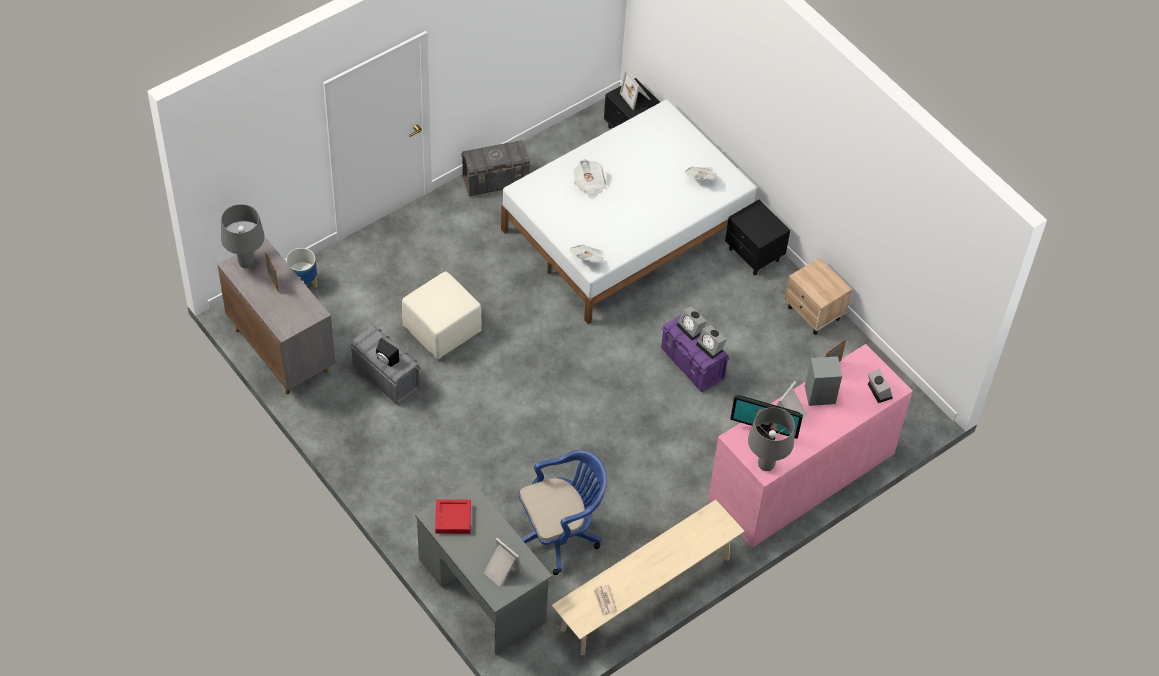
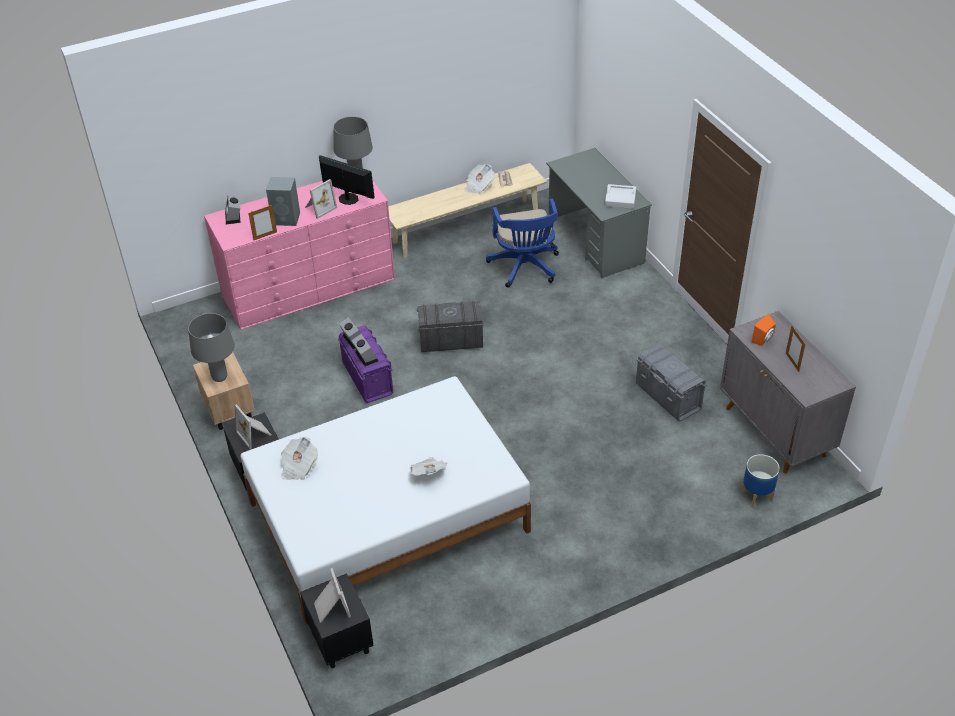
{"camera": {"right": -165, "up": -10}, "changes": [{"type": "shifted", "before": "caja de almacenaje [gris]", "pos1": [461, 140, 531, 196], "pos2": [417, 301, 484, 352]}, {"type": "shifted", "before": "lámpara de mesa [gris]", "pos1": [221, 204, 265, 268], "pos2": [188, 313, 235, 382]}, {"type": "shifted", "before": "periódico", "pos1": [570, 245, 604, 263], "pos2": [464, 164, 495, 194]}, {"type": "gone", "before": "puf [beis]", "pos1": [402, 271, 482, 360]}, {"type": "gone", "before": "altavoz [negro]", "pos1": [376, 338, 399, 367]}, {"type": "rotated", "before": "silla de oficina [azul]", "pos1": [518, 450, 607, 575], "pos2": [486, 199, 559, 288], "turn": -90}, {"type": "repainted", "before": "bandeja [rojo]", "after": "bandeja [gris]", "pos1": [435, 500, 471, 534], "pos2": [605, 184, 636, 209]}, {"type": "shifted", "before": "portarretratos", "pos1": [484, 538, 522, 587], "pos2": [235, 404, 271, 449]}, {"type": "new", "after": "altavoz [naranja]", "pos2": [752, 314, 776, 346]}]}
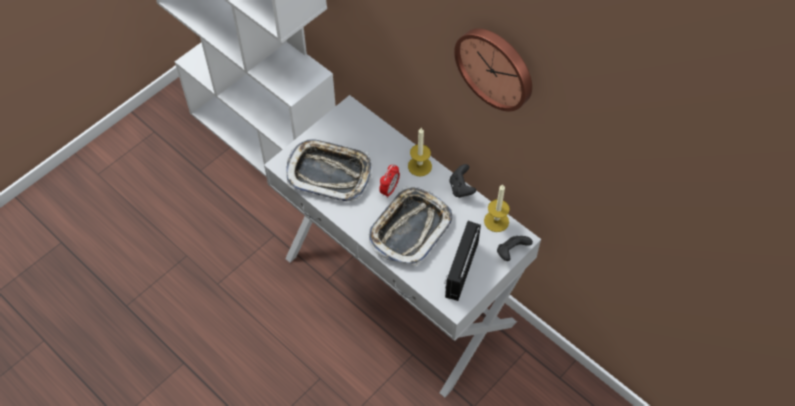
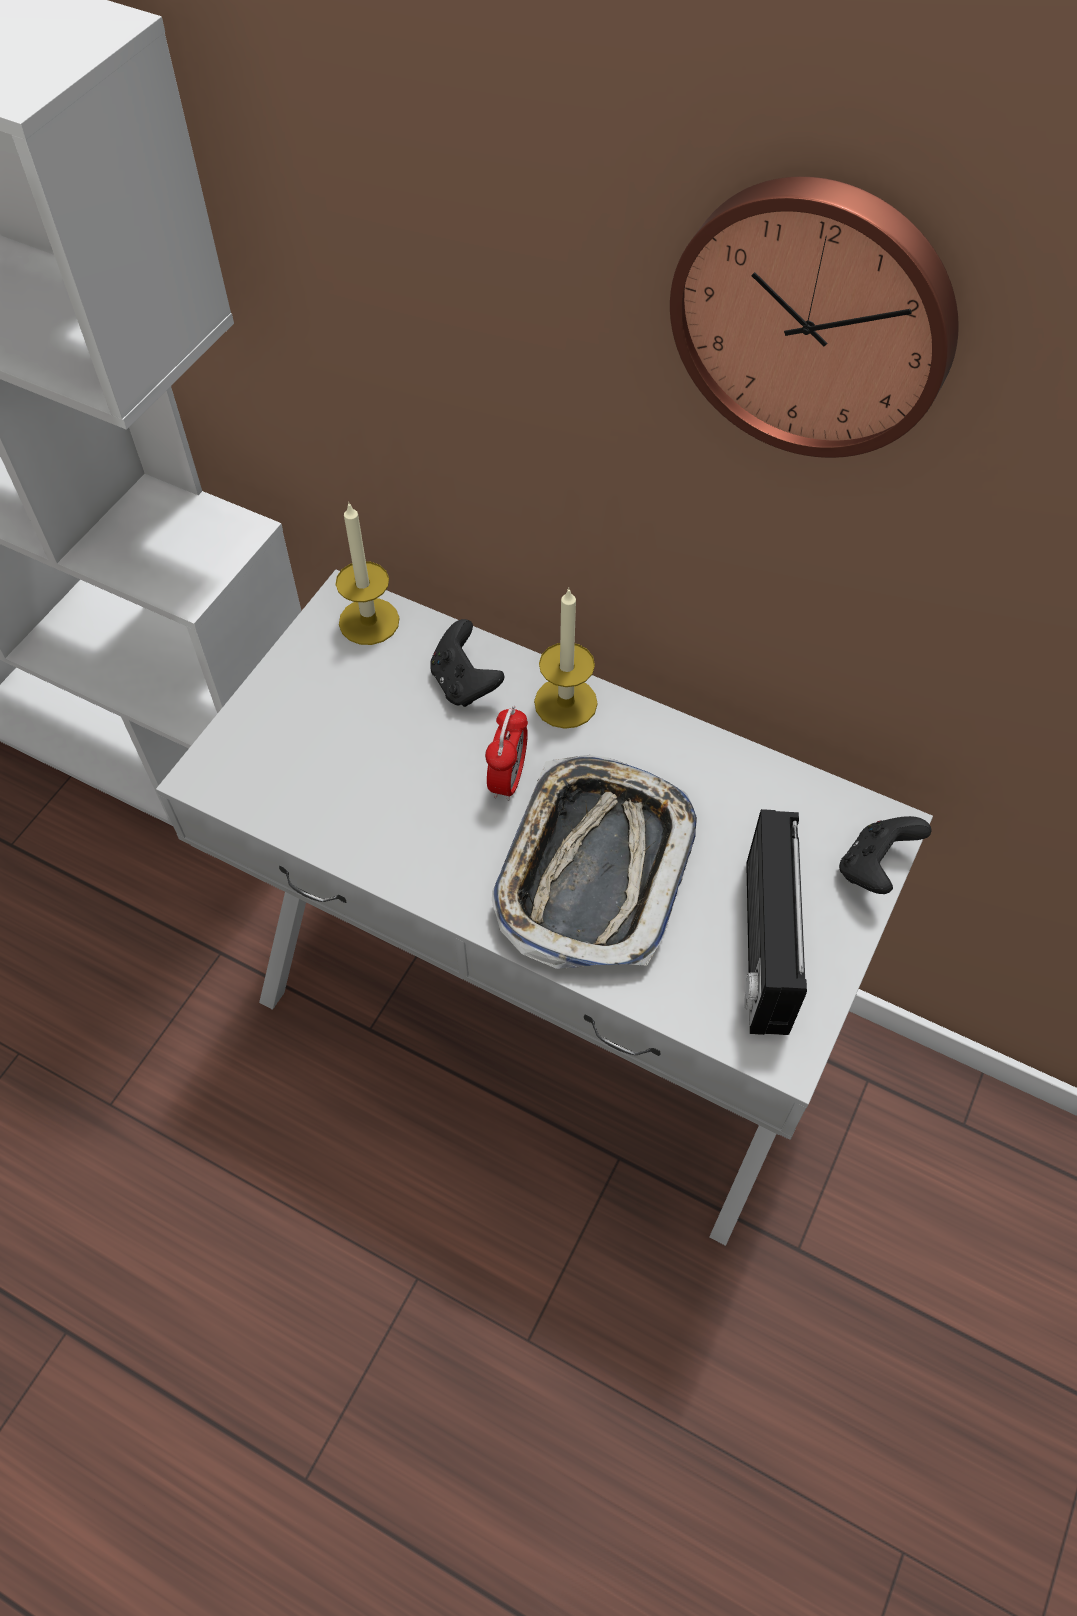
{"camera": {"right": -15, "up": 0}, "changes": [{"type": "gone", "before": "bandeja", "pos1": [286, 139, 372, 201]}, {"type": "shifted", "before": "mando de consola [negro]", "pos1": [450, 164, 476, 198], "pos2": [430, 619, 504, 707]}, {"type": "shifted", "before": "vela", "pos1": [484, 185, 510, 232], "pos2": [336, 502, 399, 645]}]}
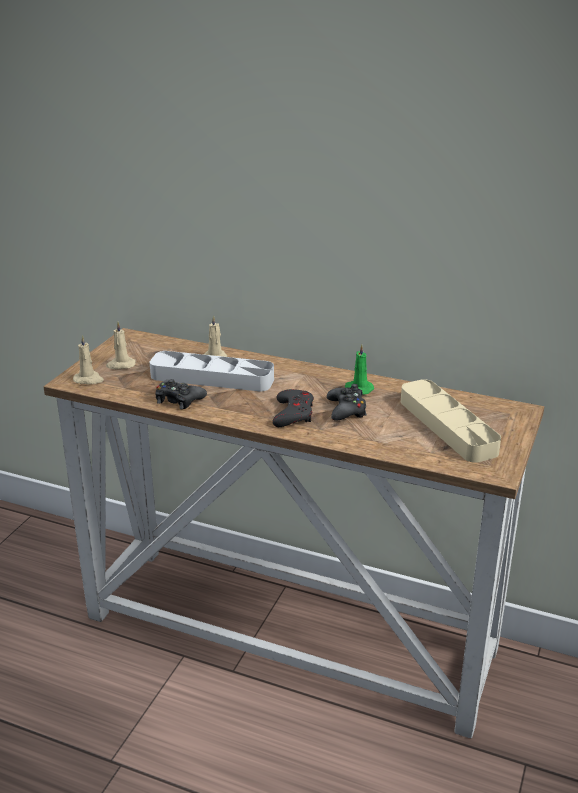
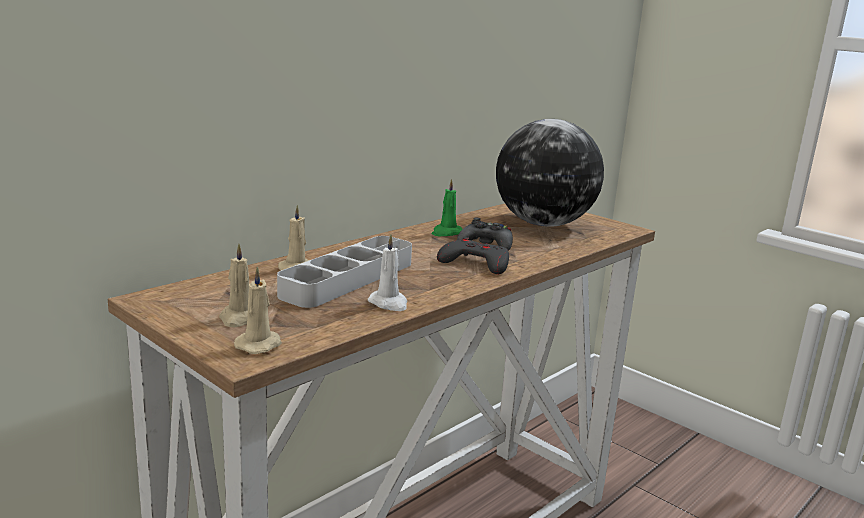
{"camera": {"right": -70, "up": -10}, "changes": [{"type": "swapped", "before": "mando de consola [negro]", "after": "vela [blanco]", "pos1": [156, 379, 207, 409], "pos2": [368, 235, 407, 311]}, {"type": "swapped", "before": "bandeja [beis]", "after": "globo terráqueo", "pos1": [401, 379, 501, 463], "pos2": [496, 119, 604, 226]}]}
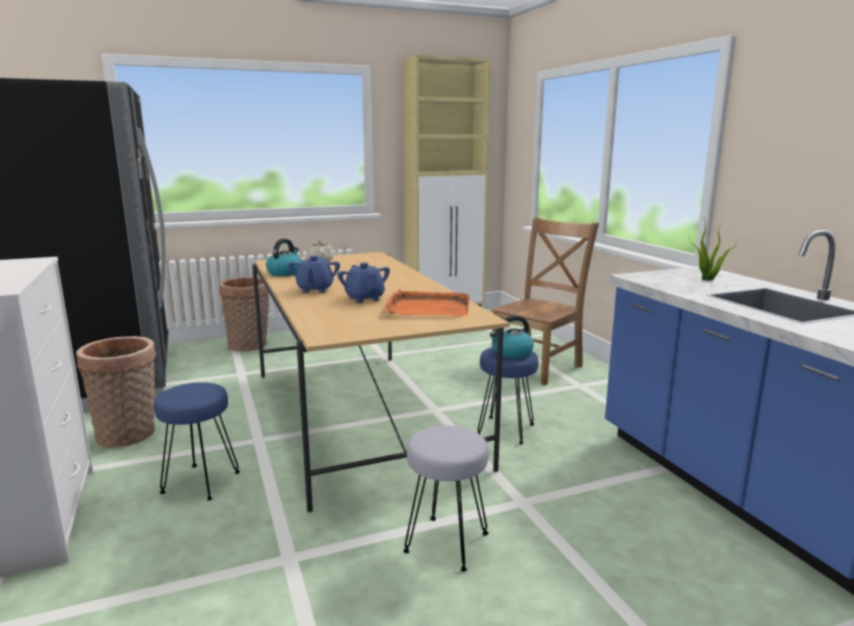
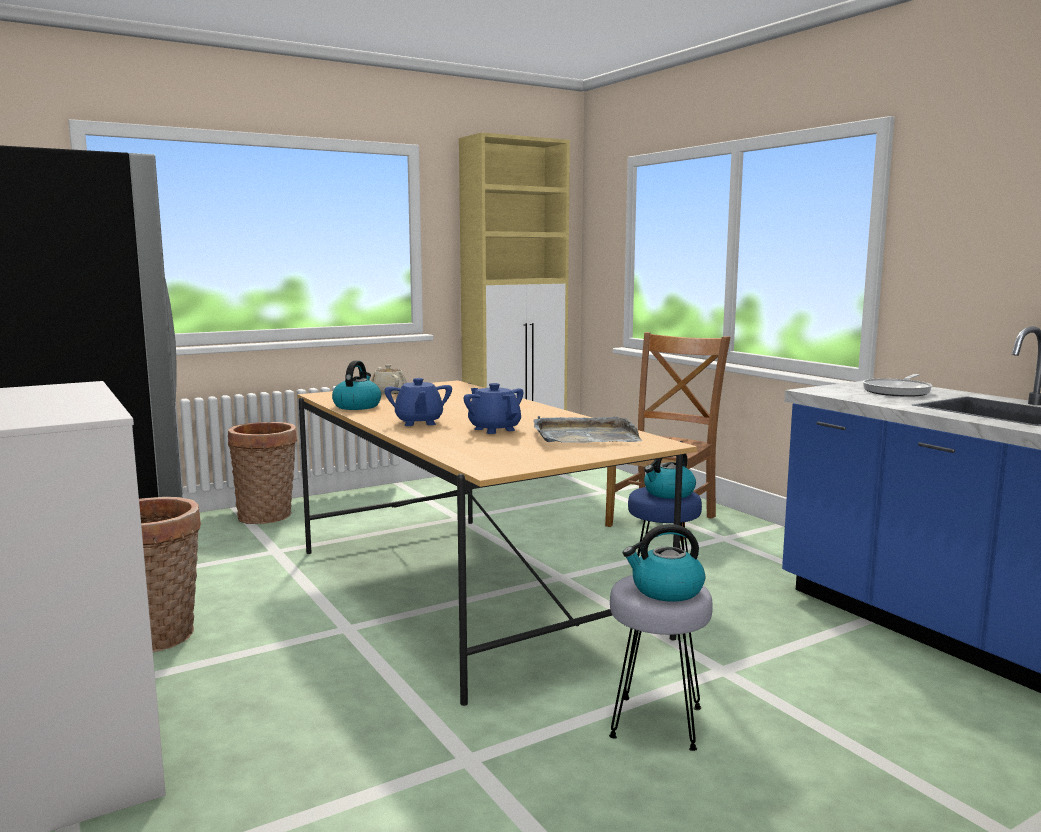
{"camera": {"right": -10, "up": -5}, "changes": [{"type": "swapped", "before": "planta en maceta", "after": "sartén", "pos1": [689, 217, 737, 281], "pos2": [863, 374, 932, 397]}, {"type": "repainted", "before": "bandeja [naranja]", "after": "bandeja [gris]", "pos1": [385, 289, 470, 316], "pos2": [533, 416, 643, 443]}, {"type": "gone", "before": "taburete [azul]", "pos1": [154, 382, 240, 501]}, {"type": "new", "after": "hervidor", "pos2": [623, 524, 705, 602]}]}
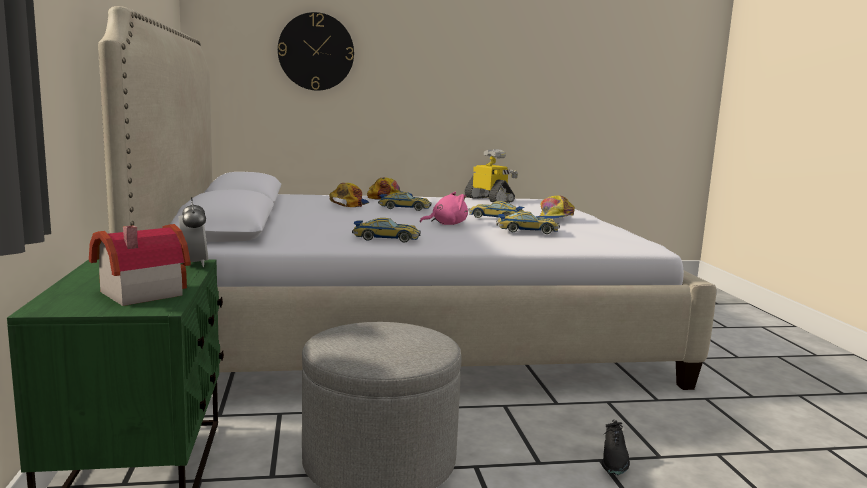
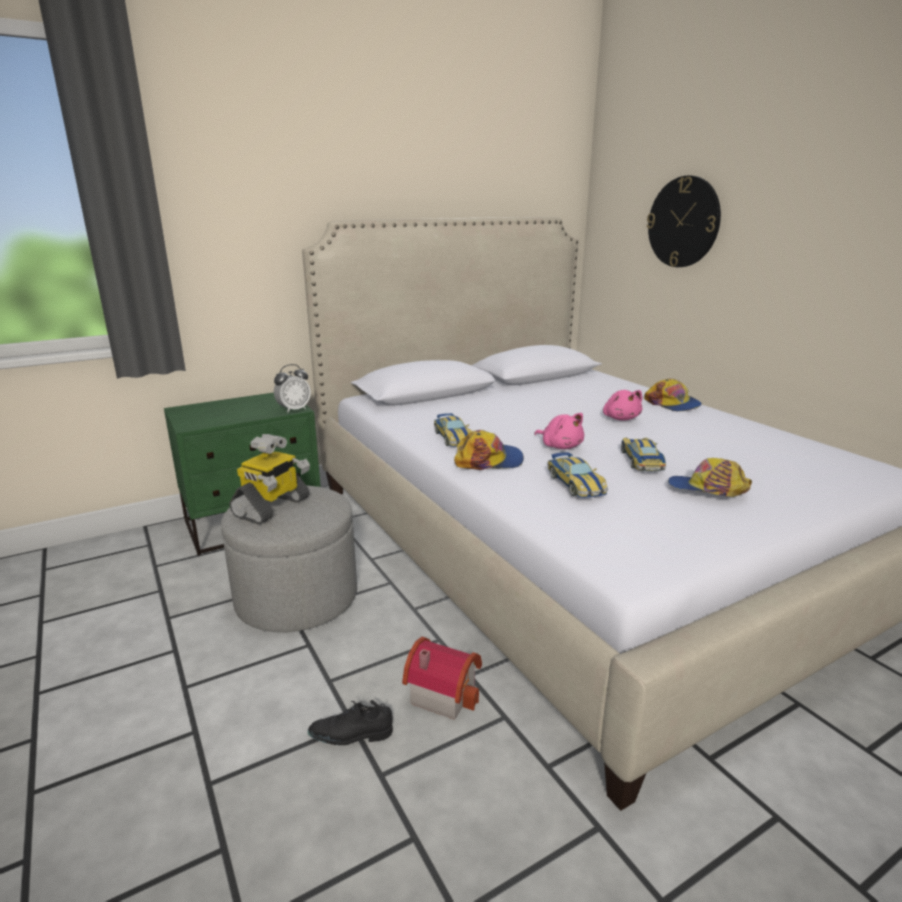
{"camera": {"right": 70, "up": 10}, "changes": [{"type": "shifted", "before": "robot de juguete", "pos1": [464, 149, 518, 203], "pos2": [229, 434, 310, 524]}, {"type": "shifted", "before": "gorra", "pos1": [329, 183, 369, 207], "pos2": [454, 430, 524, 470]}, {"type": "swapped", "before": "coche de juguete", "after": "peluche [rosa]", "pos1": [378, 192, 431, 211], "pos2": [603, 390, 642, 421]}, {"type": "shifted", "before": "casita", "pos1": [89, 224, 191, 306], "pos2": [402, 637, 482, 720]}]}
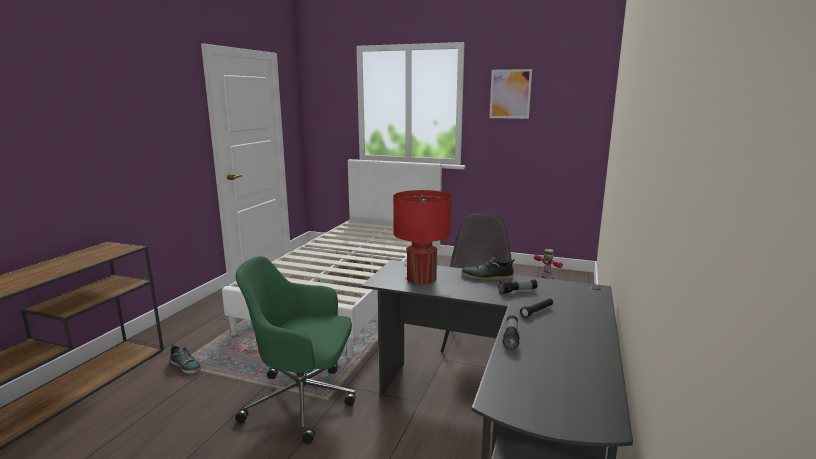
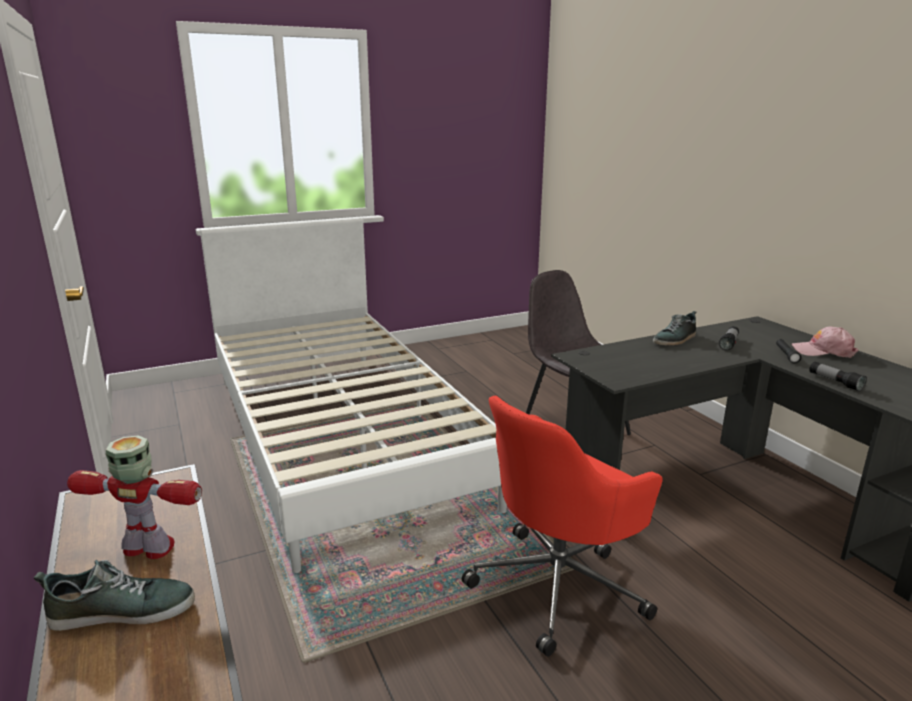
{"camera": {"right": -45, "up": 5}, "changes": [{"type": "gone", "before": "cuadro", "pos1": [490, 69, 532, 119]}, {"type": "gone", "before": "lámpara de mesa [rojo]", "pos1": [393, 190, 452, 284]}, {"type": "shifted", "before": "robot de juguete", "pos1": [534, 249, 563, 279], "pos2": [67, 435, 202, 559]}, {"type": "repainted", "before": "silla de oficina [verde]", "after": "silla de oficina [rojo]", "pos1": [235, 256, 356, 444], "pos2": [462, 396, 663, 657]}, {"type": "shifted", "before": "zapato", "pos1": [170, 344, 201, 374], "pos2": [34, 560, 195, 631]}, {"type": "new", "after": "gorra [rosa]", "pos2": [792, 327, 859, 358]}]}
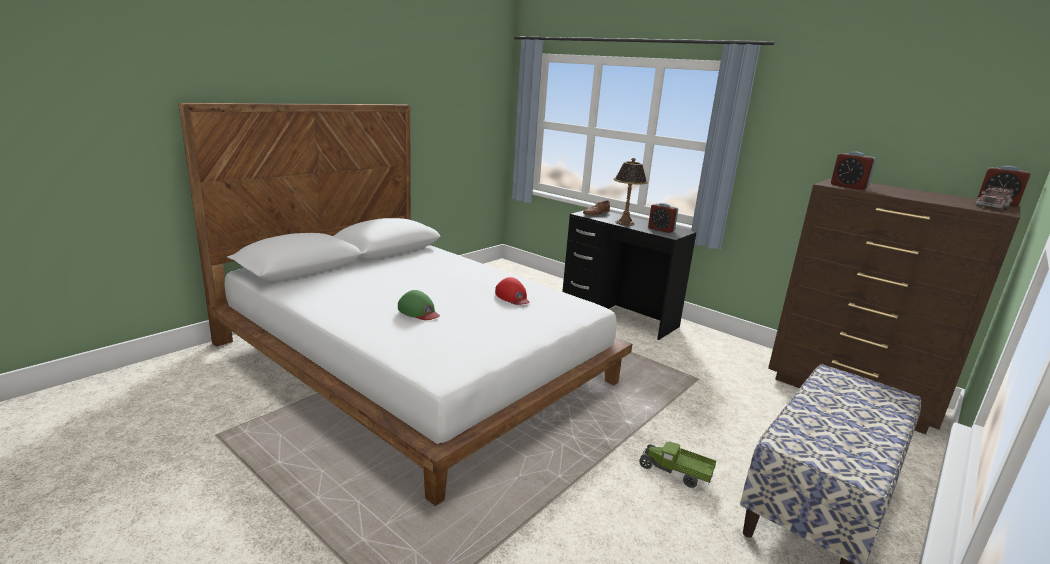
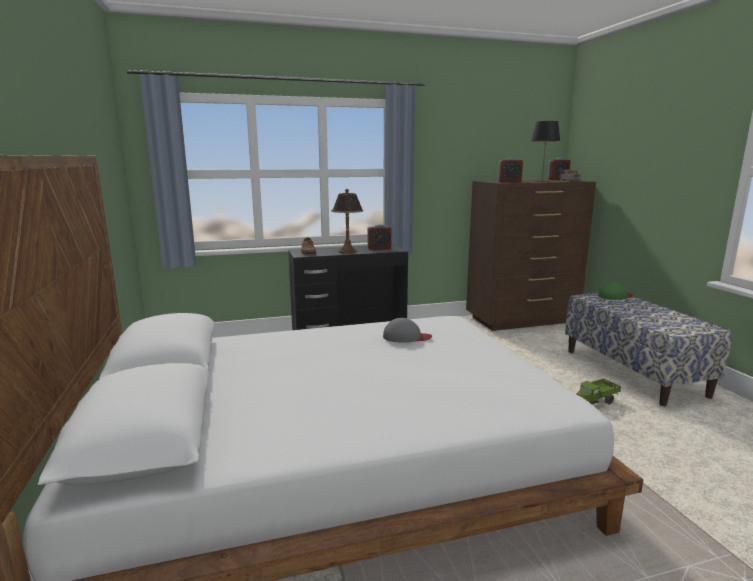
{"camera": {"right": -55, "up": -5}, "changes": [{"type": "repainted", "before": "gorra [rojo]", "after": "gorra [gris]", "pos1": [495, 277, 530, 305], "pos2": [383, 318, 432, 343]}, {"type": "shifted", "before": "gorra [verde]", "pos1": [398, 290, 440, 320], "pos2": [598, 282, 633, 300]}, {"type": "new", "after": "lámpara de mesa [negro]", "pos2": [531, 121, 560, 182]}]}
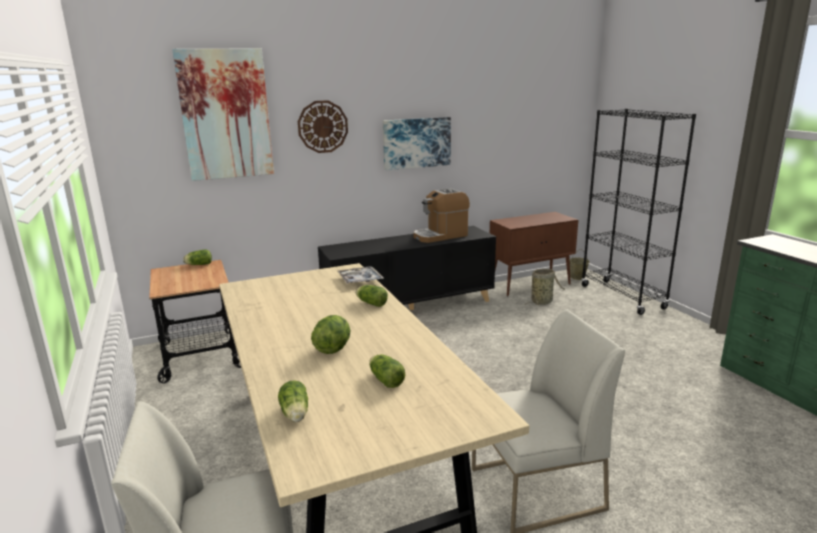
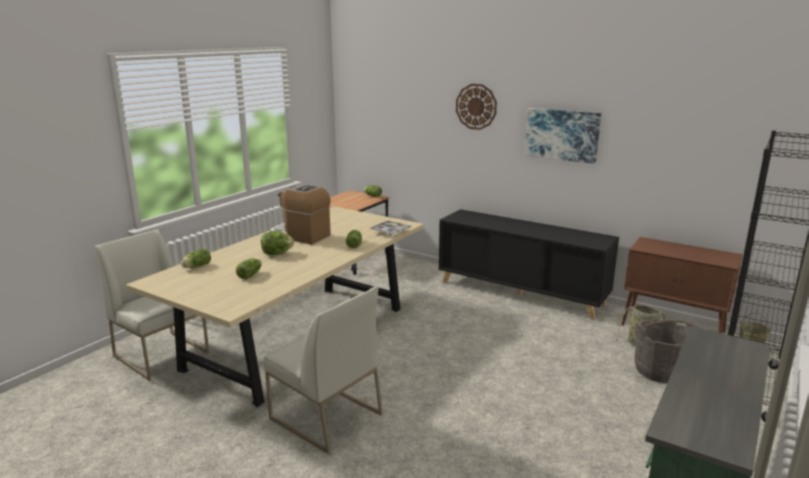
{"camera": {"right": 55, "up": 0}, "changes": [{"type": "gone", "before": "cuadro", "pos1": [172, 48, 274, 181]}, {"type": "shifted", "before": "cafetera", "pos1": [413, 188, 470, 243], "pos2": [270, 184, 331, 245]}, {"type": "new", "after": "cubo [gris]", "pos2": [635, 319, 698, 383]}]}
